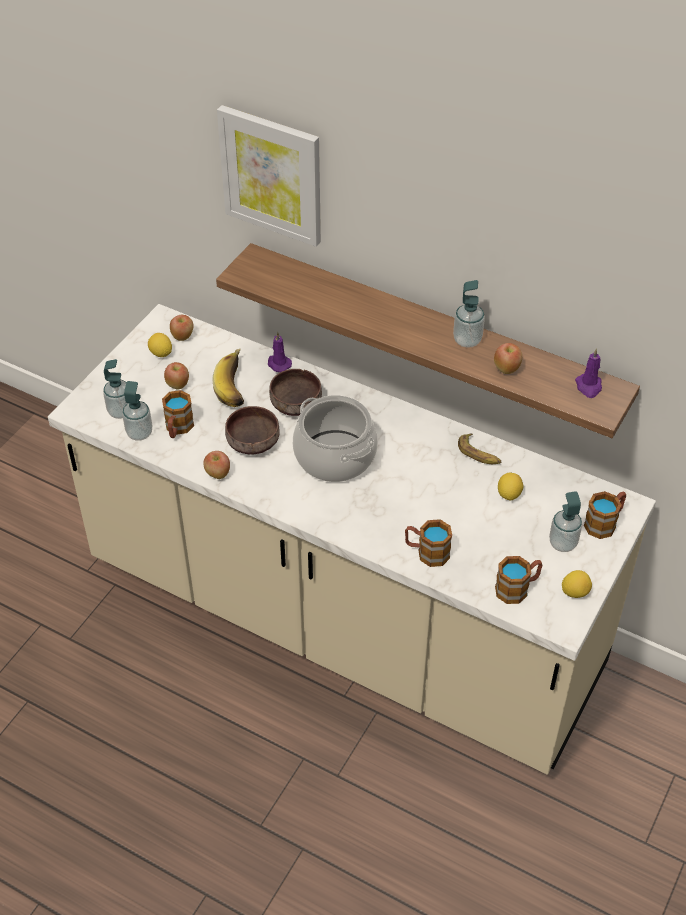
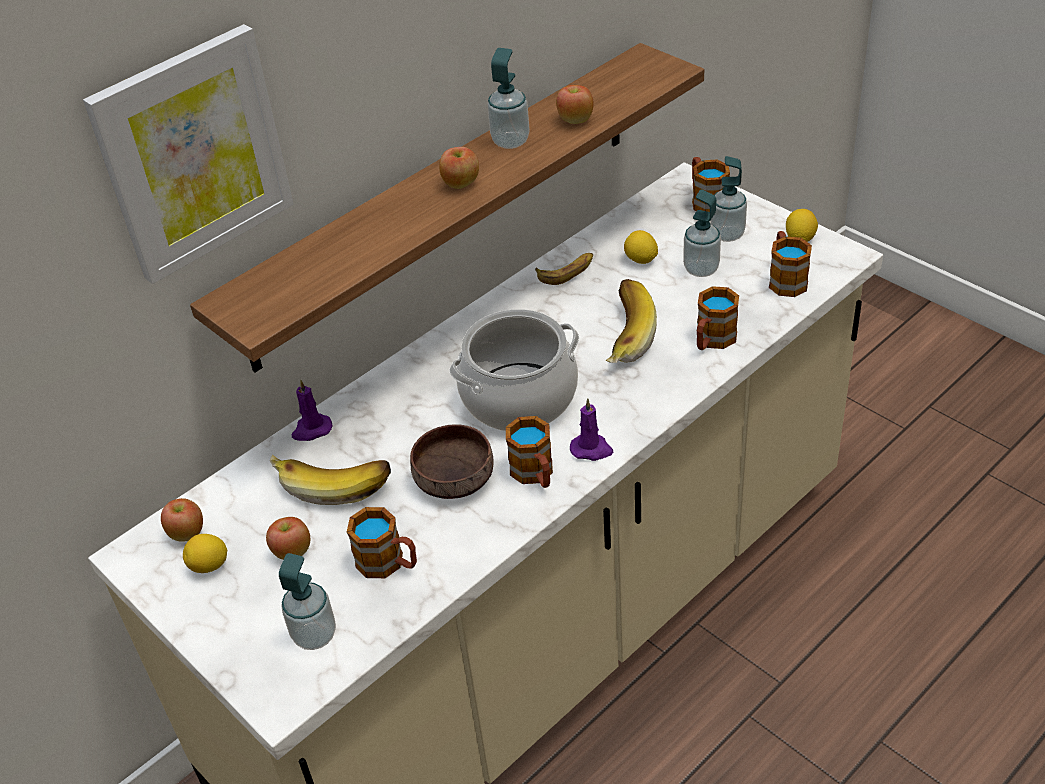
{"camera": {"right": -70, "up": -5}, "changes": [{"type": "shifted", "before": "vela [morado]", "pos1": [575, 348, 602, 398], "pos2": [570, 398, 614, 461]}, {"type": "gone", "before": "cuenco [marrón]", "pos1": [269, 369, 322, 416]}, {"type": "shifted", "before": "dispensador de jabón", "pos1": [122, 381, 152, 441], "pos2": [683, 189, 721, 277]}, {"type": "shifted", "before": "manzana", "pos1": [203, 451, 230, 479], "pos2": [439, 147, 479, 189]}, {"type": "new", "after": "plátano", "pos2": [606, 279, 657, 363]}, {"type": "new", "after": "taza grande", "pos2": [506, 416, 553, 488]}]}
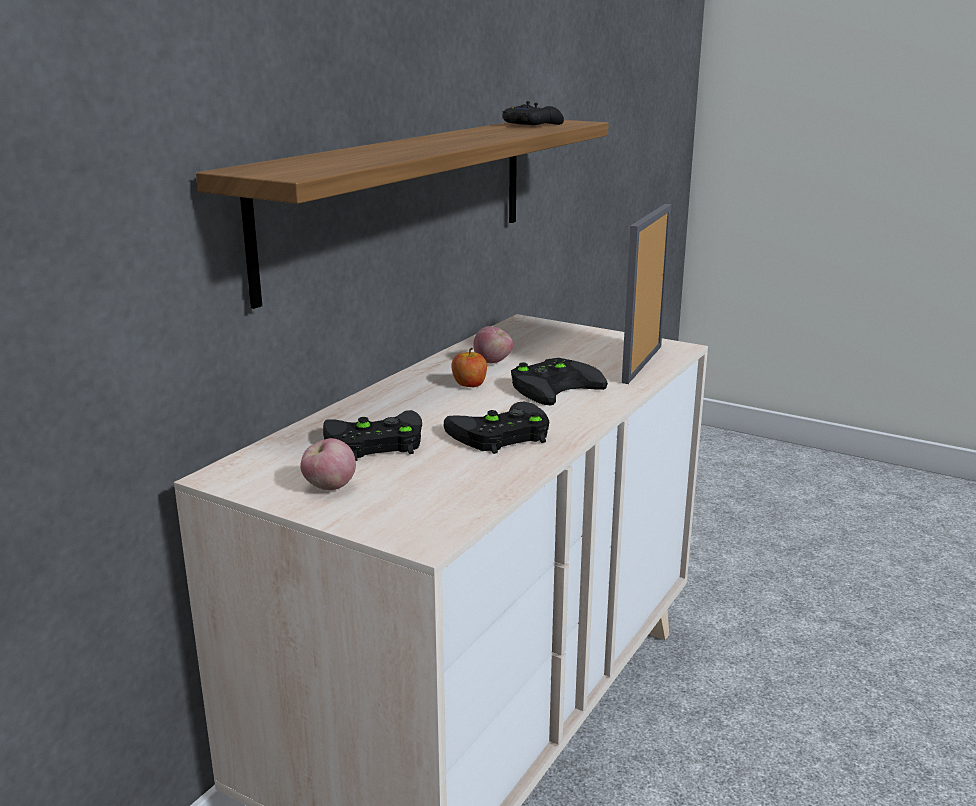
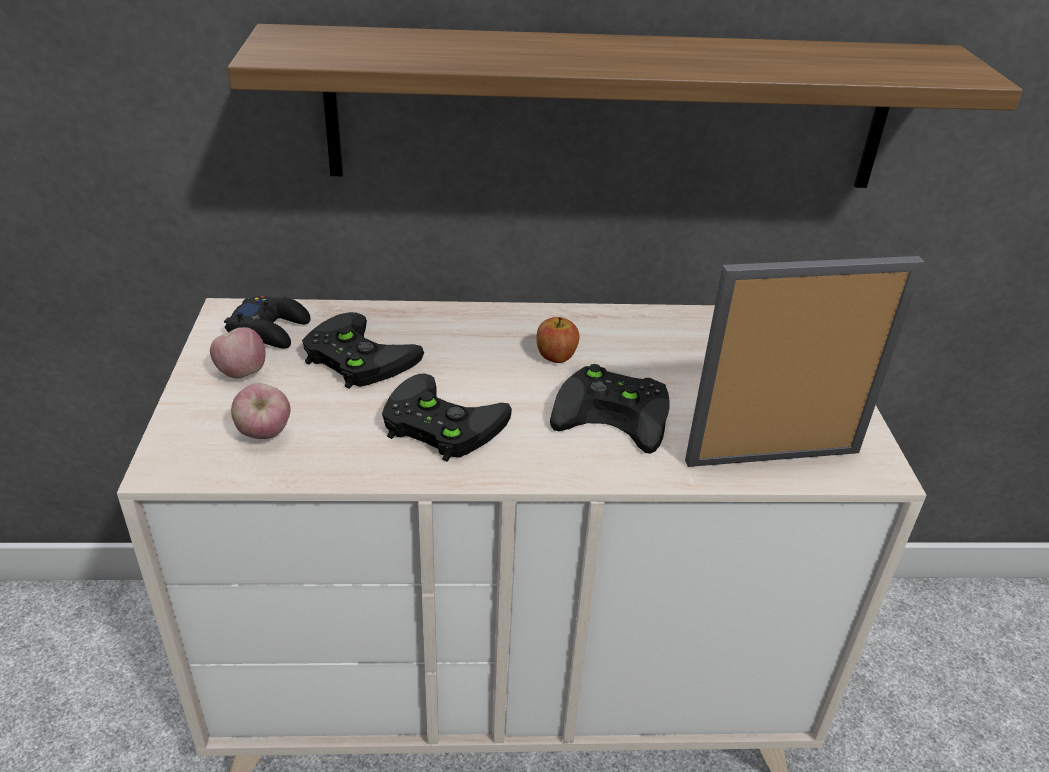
{"camera": {"right": 55, "up": 15}, "changes": [{"type": "shifted", "before": "mando de consola [negro]", "pos1": [502, 101, 564, 125], "pos2": [224, 296, 311, 349]}, {"type": "shifted", "before": "manzana", "pos1": [473, 326, 513, 363], "pos2": [231, 383, 291, 439]}]}
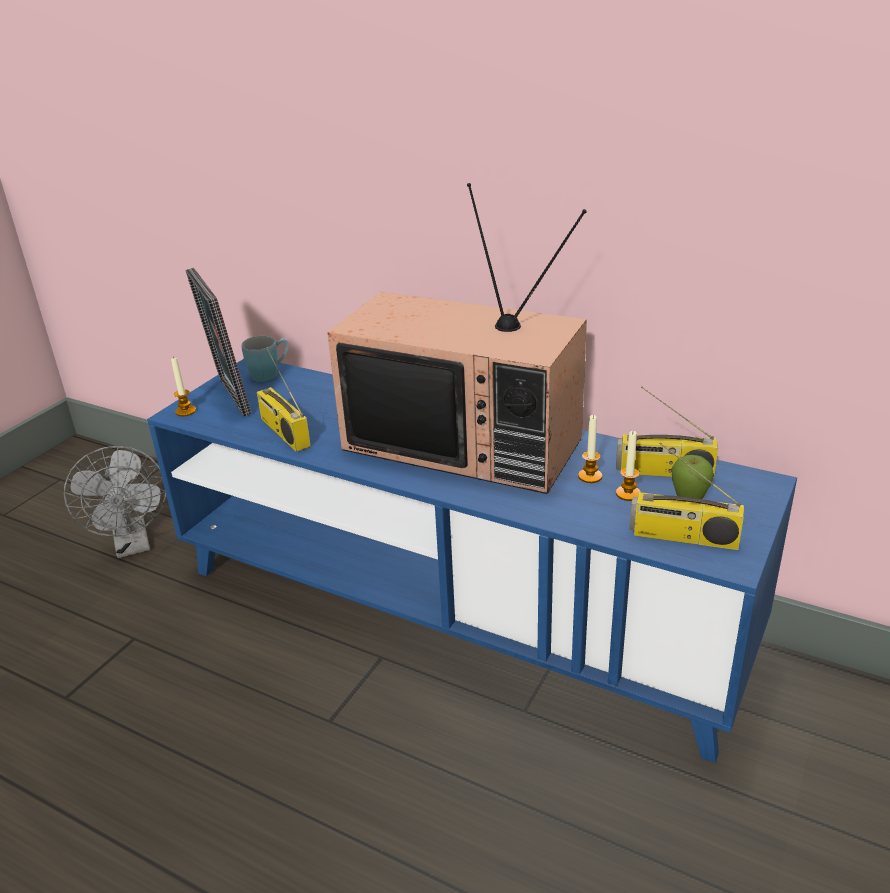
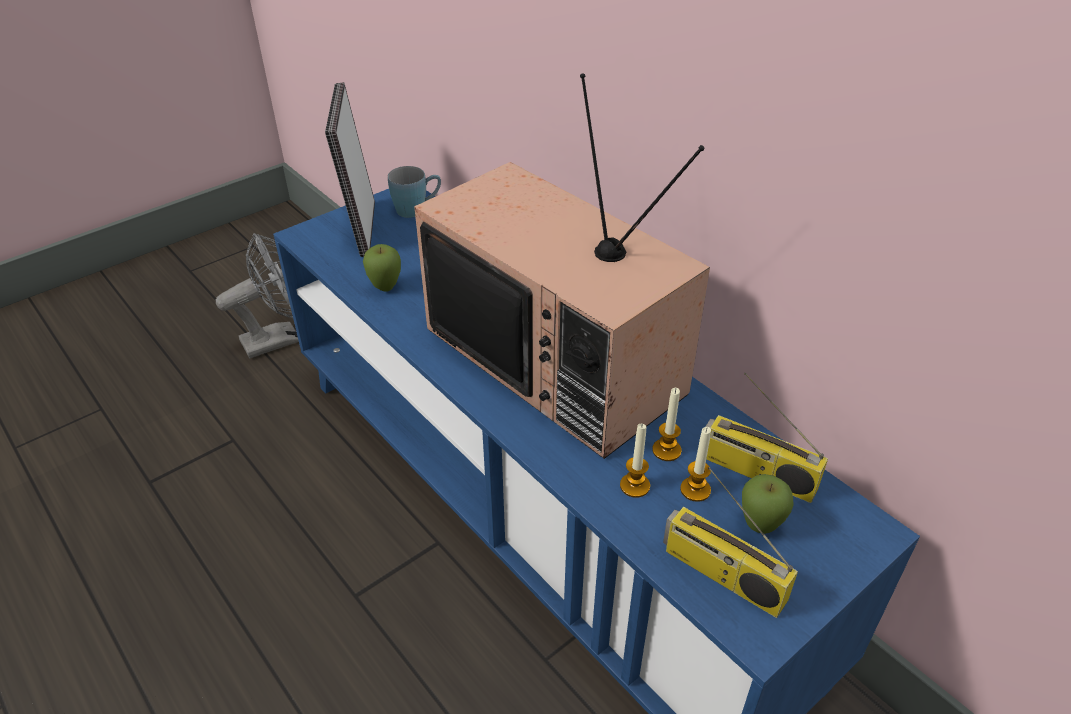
{"camera": {"right": 20, "up": 10}, "changes": [{"type": "swapped", "before": "radio", "after": "manzana", "pos1": [257, 347, 311, 452], "pos2": [363, 244, 401, 291]}, {"type": "shifted", "before": "vela", "pos1": [171, 356, 196, 416], "pos2": [620, 424, 650, 498]}, {"type": "rotated", "before": "ventilador [gris]", "pos1": [64, 446, 166, 558], "pos2": [216, 233, 299, 358], "turn": -120}]}
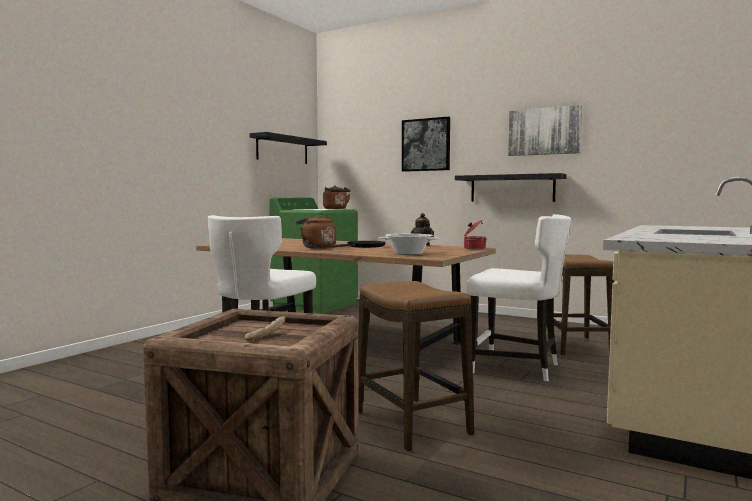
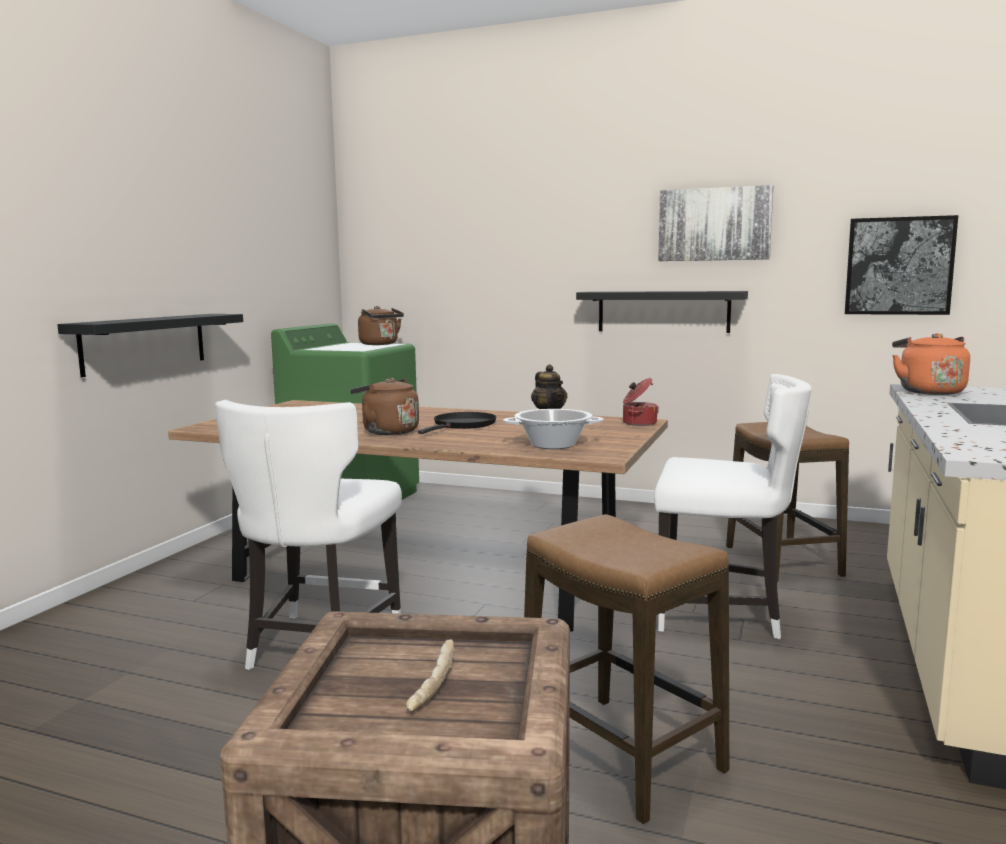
{"camera": {"right": -10, "up": 5}, "changes": [{"type": "shifted", "before": "cuadro", "pos1": [402, 117, 450, 172], "pos2": [845, 215, 958, 315]}, {"type": "shifted", "before": "estante [negro]", "pos1": [249, 132, 327, 164], "pos2": [57, 314, 243, 377]}, {"type": "new", "after": "hervidor [naranja]", "pos2": [892, 333, 970, 395]}]}
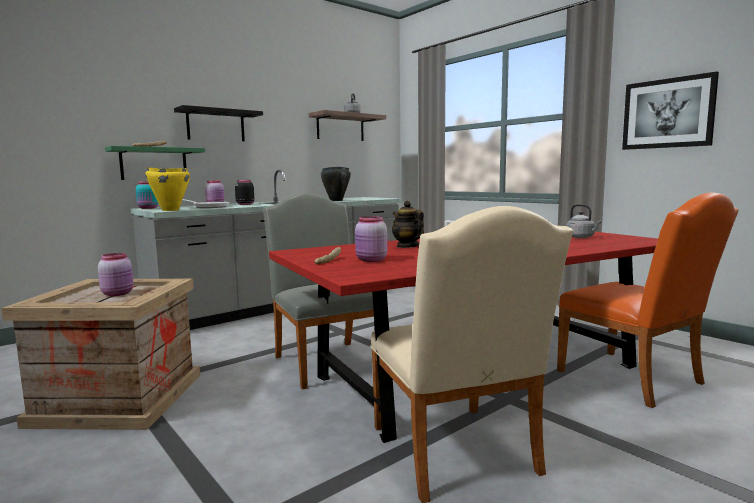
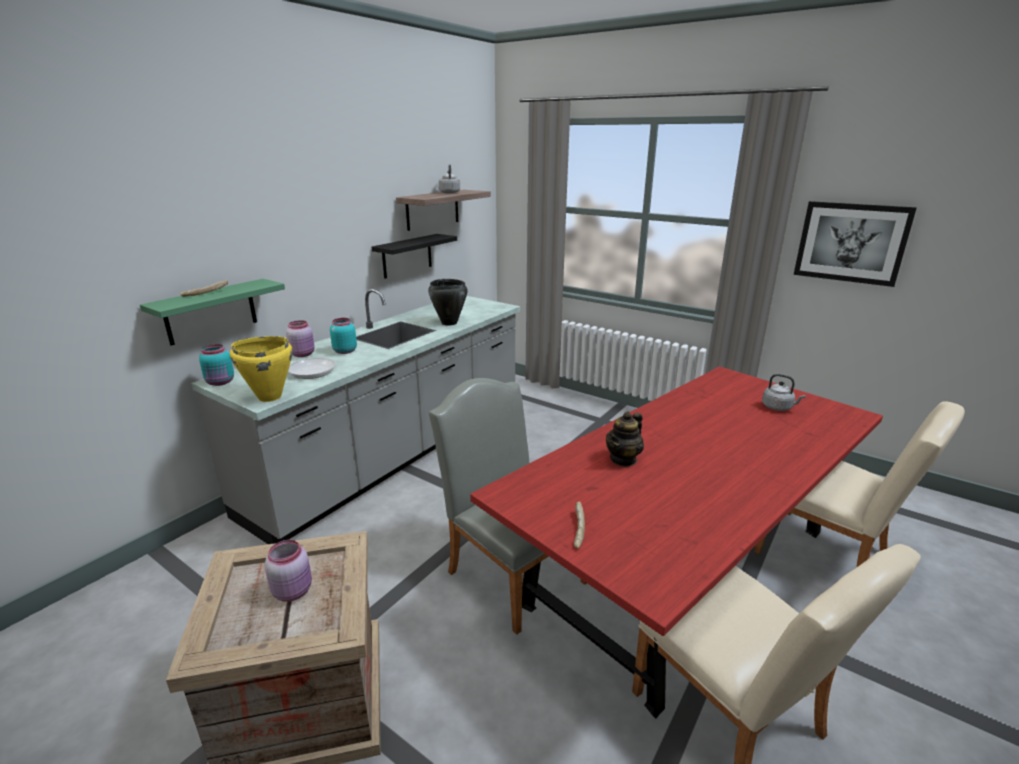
{"camera": {"right": -15, "up": 15}, "changes": [{"type": "shifted", "before": "estante [negro]", "pos1": [174, 105, 263, 141], "pos2": [372, 234, 457, 279]}, {"type": "repainted", "before": "tarro [negro]", "after": "tarro [turquesa]", "pos1": [235, 180, 254, 205], "pos2": [330, 318, 357, 354]}, {"type": "repainted", "before": "silla [naranja]", "after": "silla [beis]", "pos1": [557, 192, 739, 408], "pos2": [754, 401, 965, 568]}, {"type": "rotated", "before": "tetera", "pos1": [392, 201, 424, 248], "pos2": [606, 411, 644, 467], "turn": -90}, {"type": "gone", "before": "tarro [rosa]", "pos1": [355, 216, 388, 262]}]}
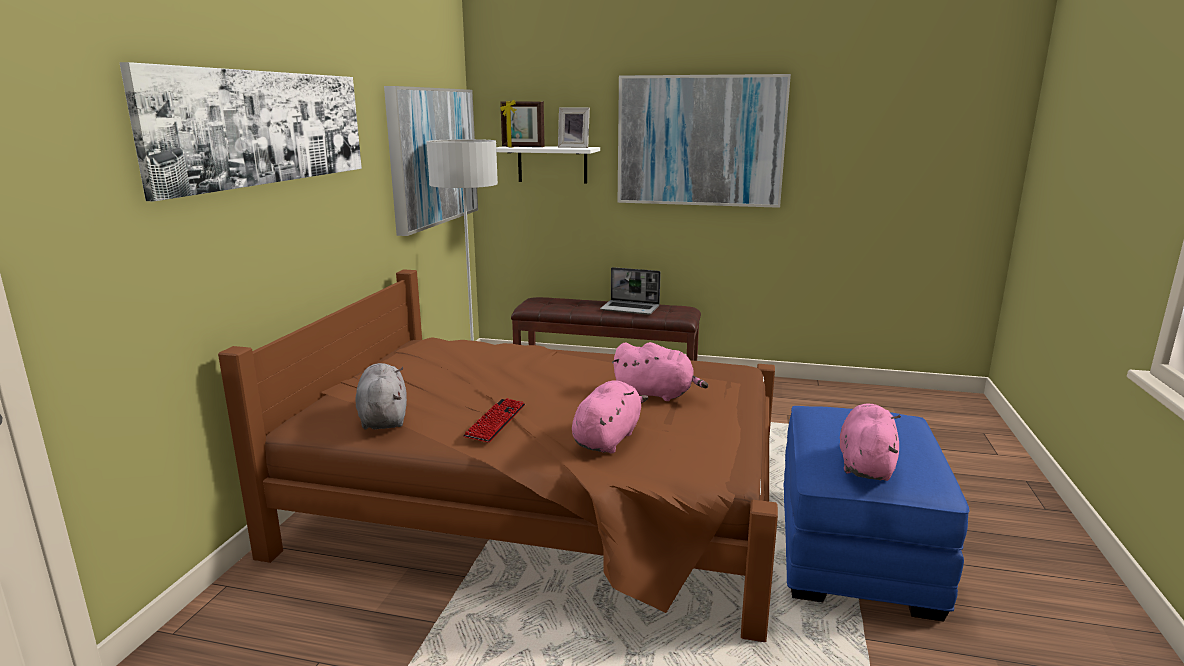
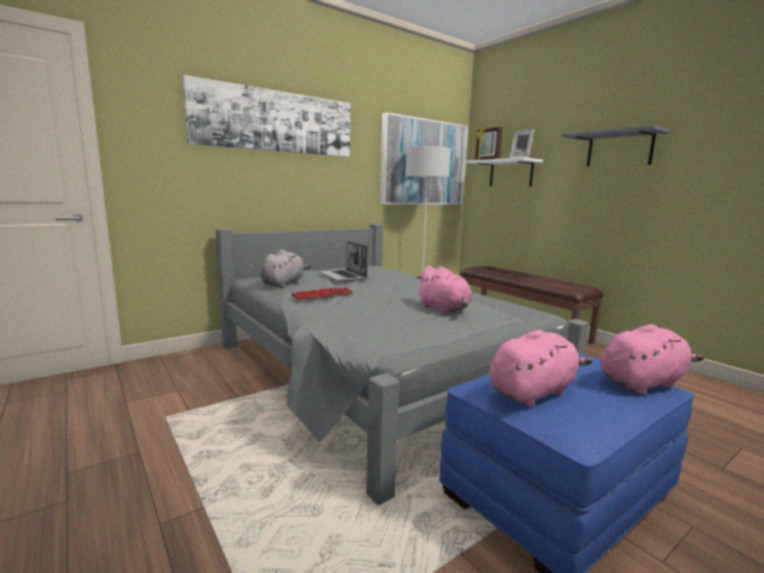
{"camera": {"right": 40, "up": -5}, "changes": [{"type": "swapped", "before": "cuadro", "after": "estante [gris]", "pos1": [618, 74, 791, 208], "pos2": [562, 125, 670, 167]}, {"type": "shifted", "before": "portátil", "pos1": [600, 267, 661, 315], "pos2": [319, 241, 368, 282]}, {"type": "repainted", "before": "cama [marrón]", "after": "cama [gris]", "pos1": [218, 269, 778, 642], "pos2": [216, 224, 589, 505]}, {"type": "shifted", "before": "peluche [rosa]", "pos1": [572, 380, 648, 454], "pos2": [601, 324, 704, 395]}]}
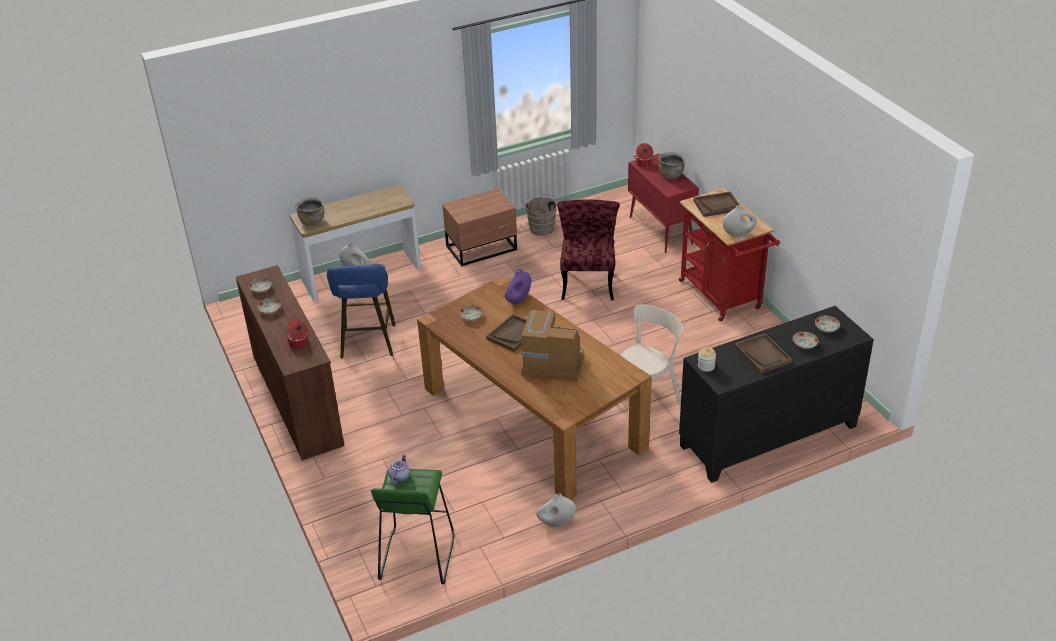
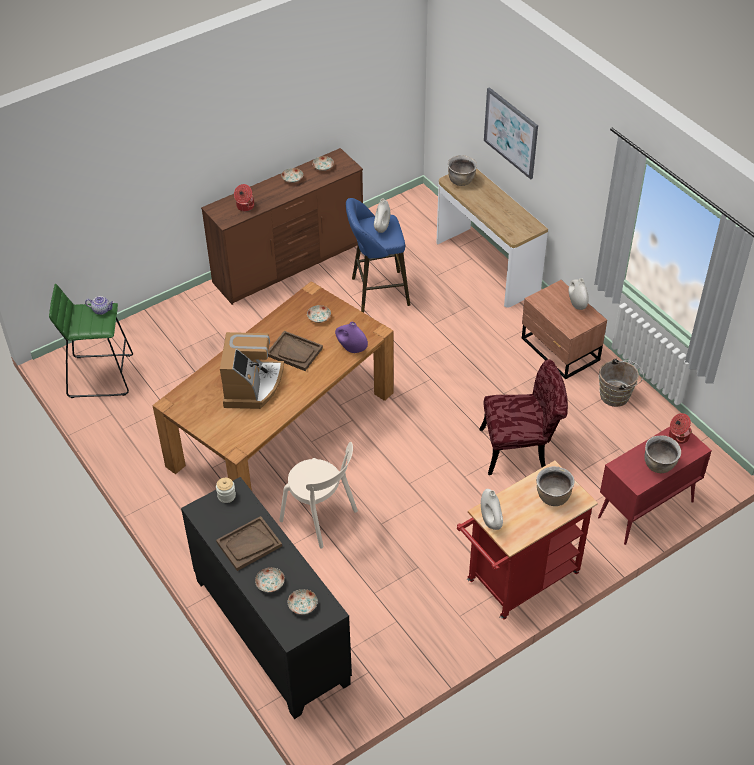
{"camera": {"right": 80, "up": 10}, "changes": [{"type": "swapped", "before": "bandeja [marrón]", "after": "olla [marrón]", "pos1": [693, 192, 740, 217], "pos2": [536, 466, 575, 506]}, {"type": "shifted", "before": "florero [blanco]", "pos1": [536, 494, 576, 527], "pos2": [569, 278, 589, 310]}, {"type": "new", "after": "cuadro", "pos2": [484, 87, 538, 180]}]}
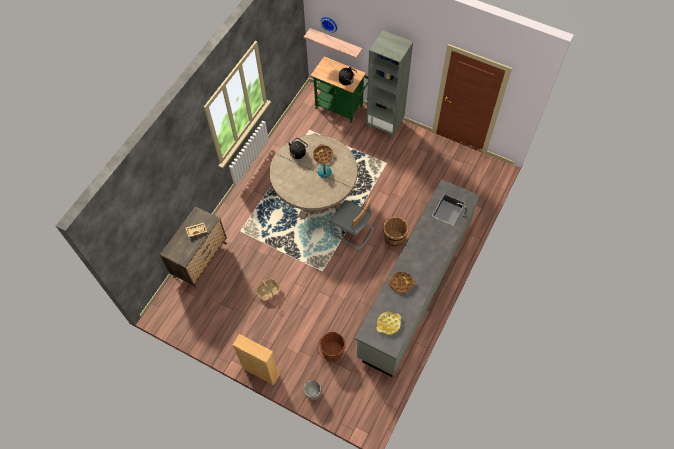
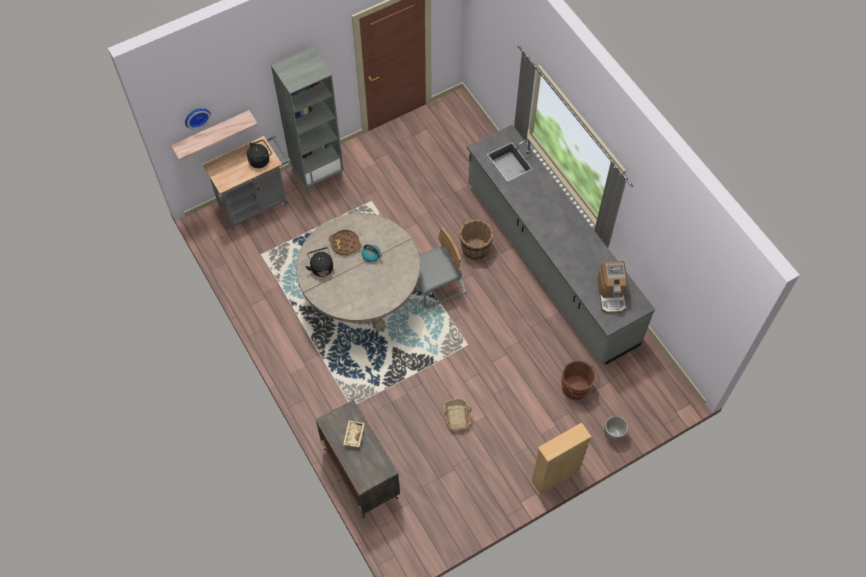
{"camera": {"right": -60, "up": 0}, "changes": [{"type": "repainted", "before": "carrito [verde]", "after": "carrito [gris]", "pos1": [311, 56, 368, 124], "pos2": [202, 135, 291, 231]}, {"type": "gone", "before": "bandeja [marrón]", "pos1": [388, 272, 415, 293]}, {"type": "swapped", "before": "bandeja [amarillo]", "after": "cafetera", "pos1": [377, 312, 401, 335], "pos2": [597, 261, 627, 314]}]}
